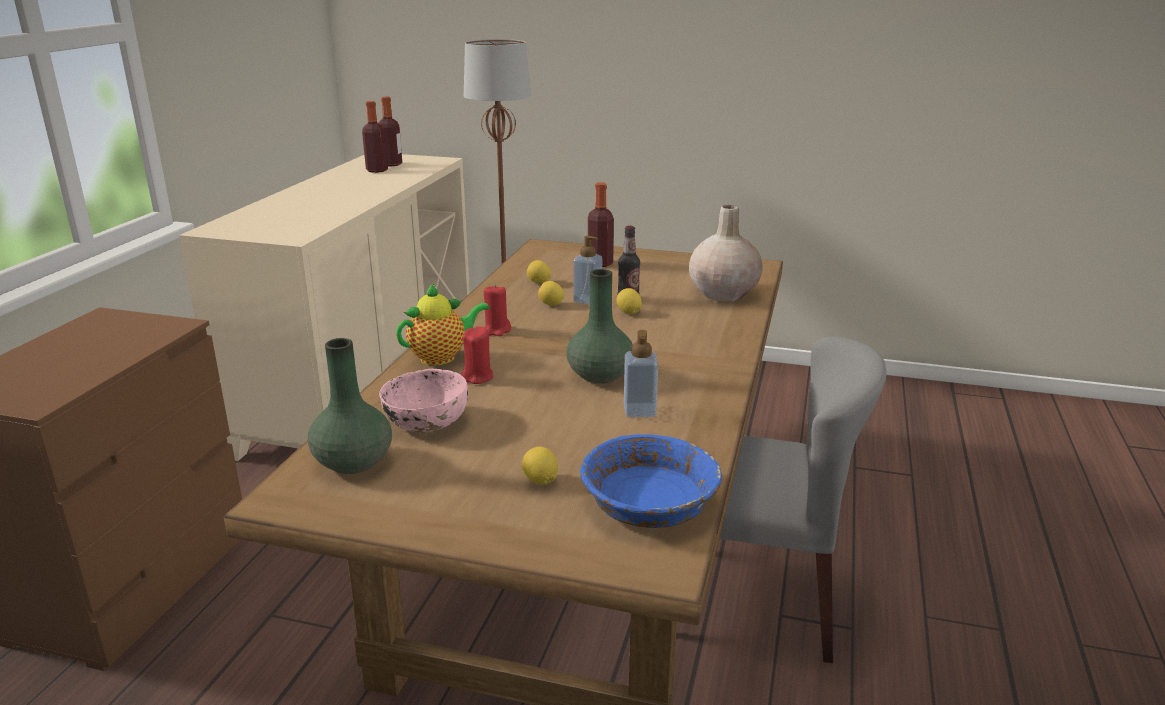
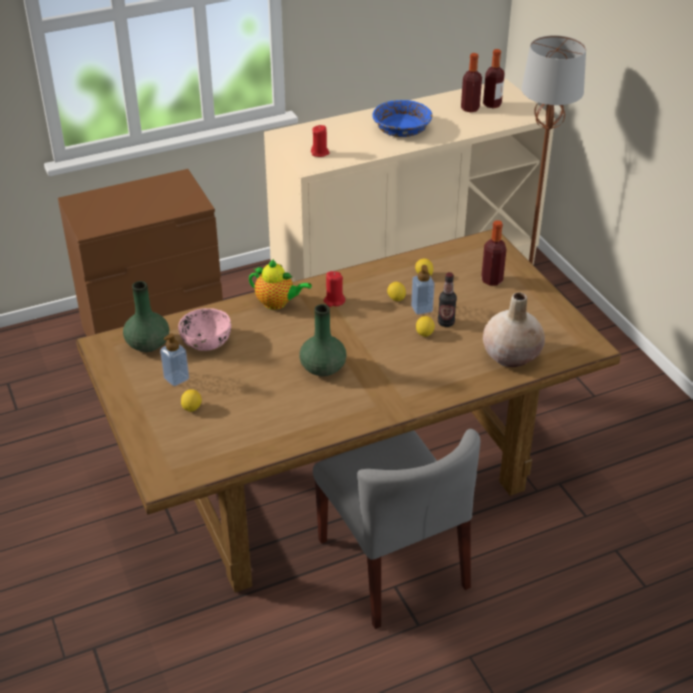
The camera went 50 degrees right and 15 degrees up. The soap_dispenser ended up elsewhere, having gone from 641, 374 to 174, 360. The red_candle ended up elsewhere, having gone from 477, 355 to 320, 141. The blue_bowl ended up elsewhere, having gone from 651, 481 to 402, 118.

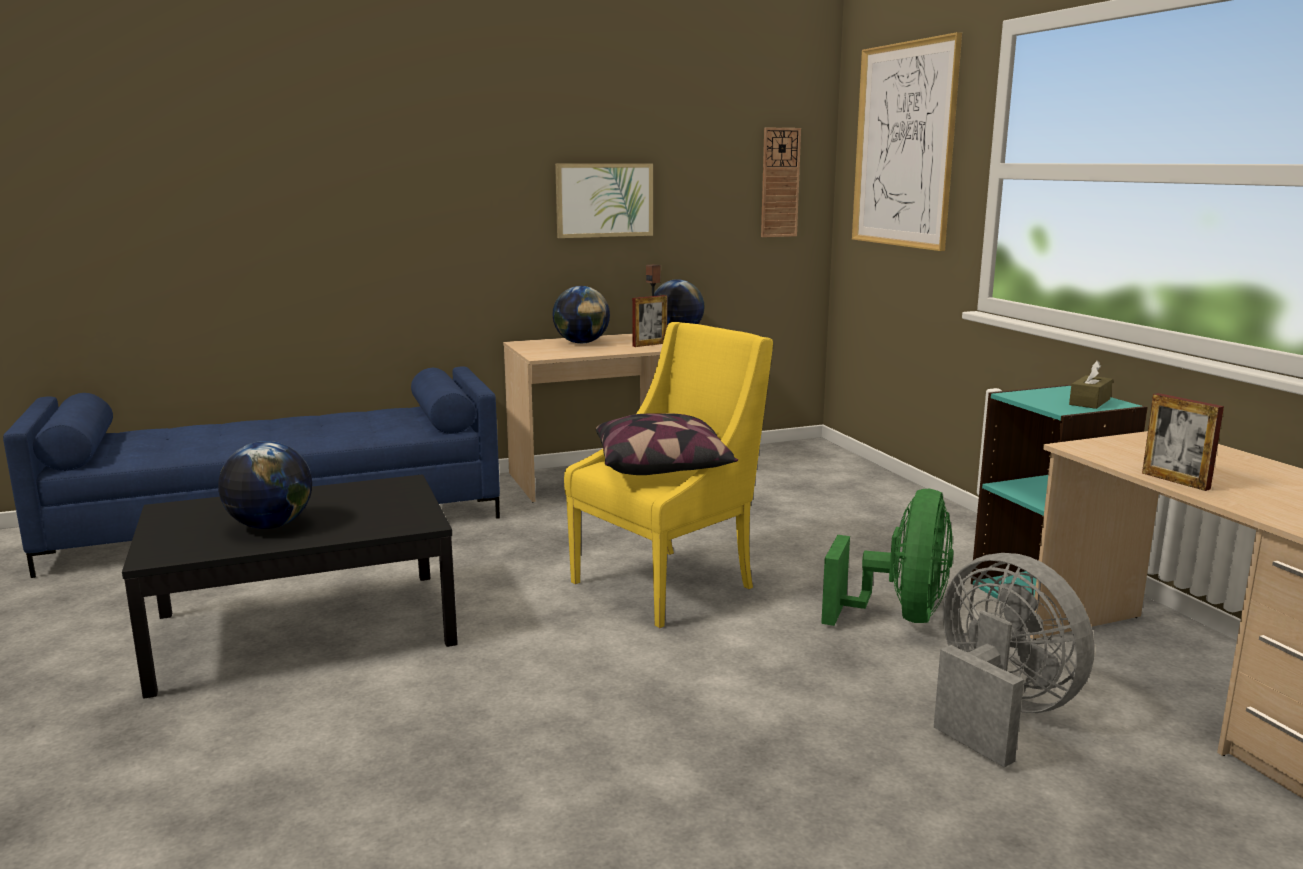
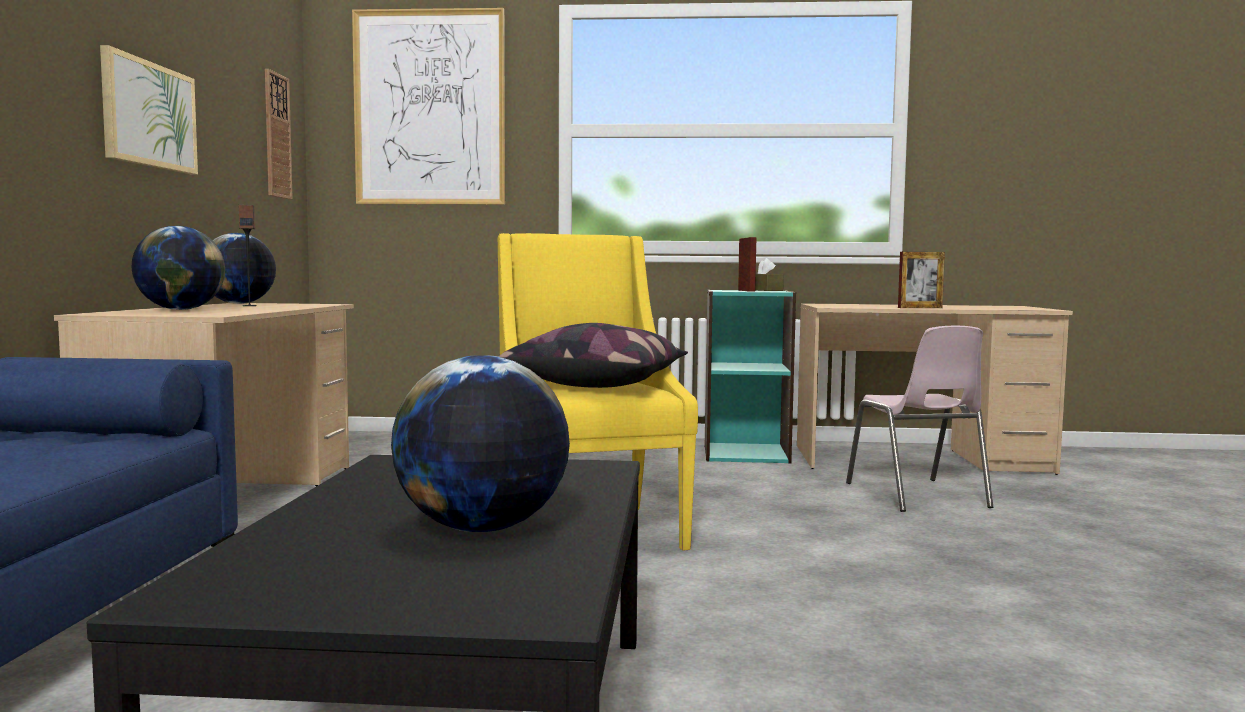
The camera went 65 degrees left and 10 degrees down. The picture_frame ended up elsewhere, having gone from 649, 321 to 747, 264. Where the grey_fan stood at 1014, 660, the pink_chair came to stand at 919, 419. The second view lost the green_fan at 887, 557.

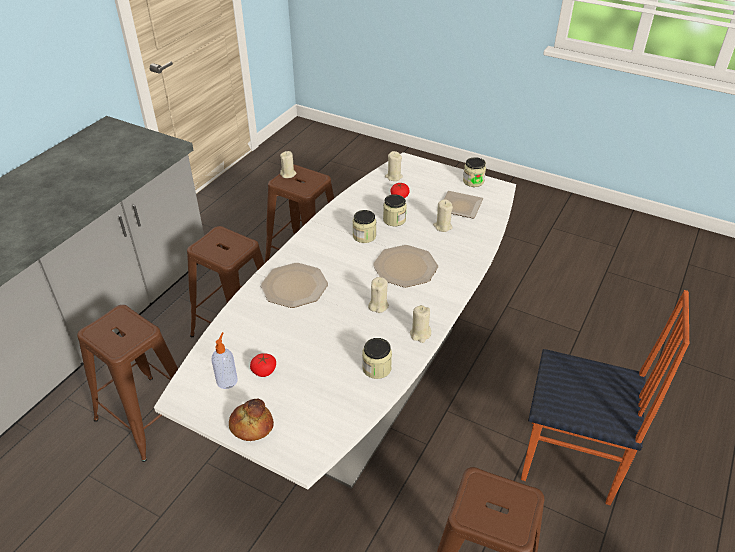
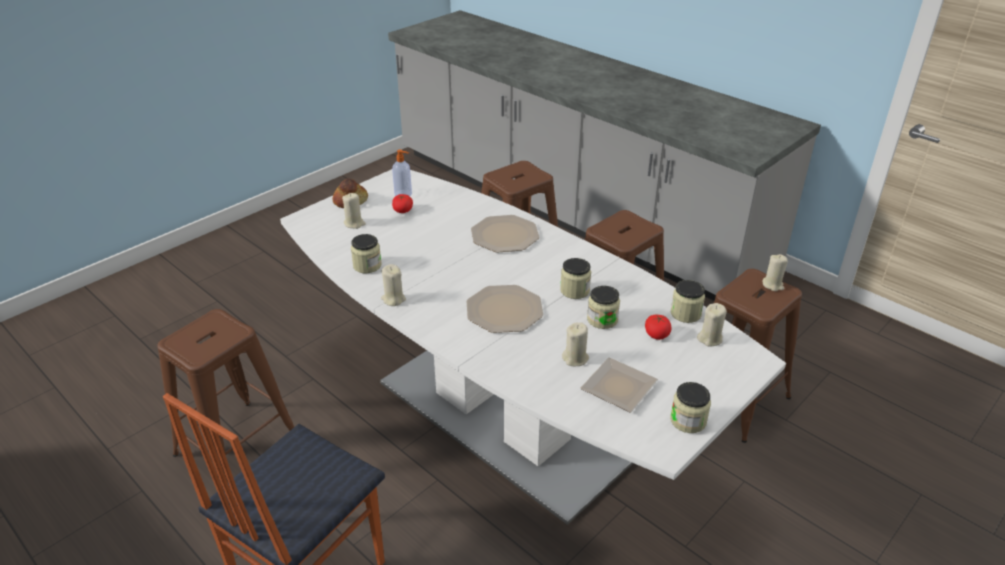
The camera went 105 degrees right and 5 degrees down. The beige_candle ended up elsewhere, having gone from 378, 295 to 354, 211. The second view gained the jar at 688, 301.

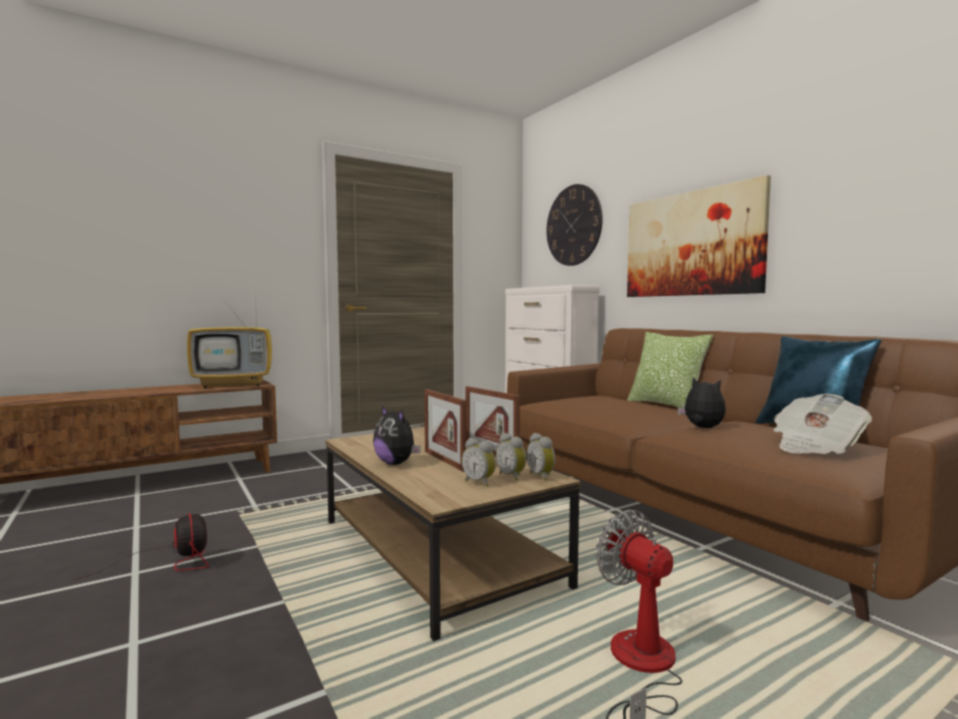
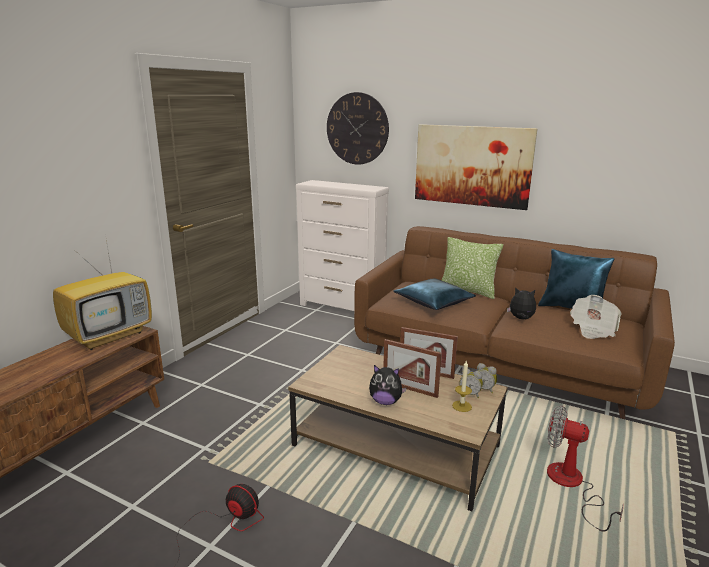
The camera went 30 degrees left and 15 degrees up. The second view gained the blue_pillow at 434, 294. Where the alarm_clock stood at 479, 462, the candle came to stand at 462, 386.

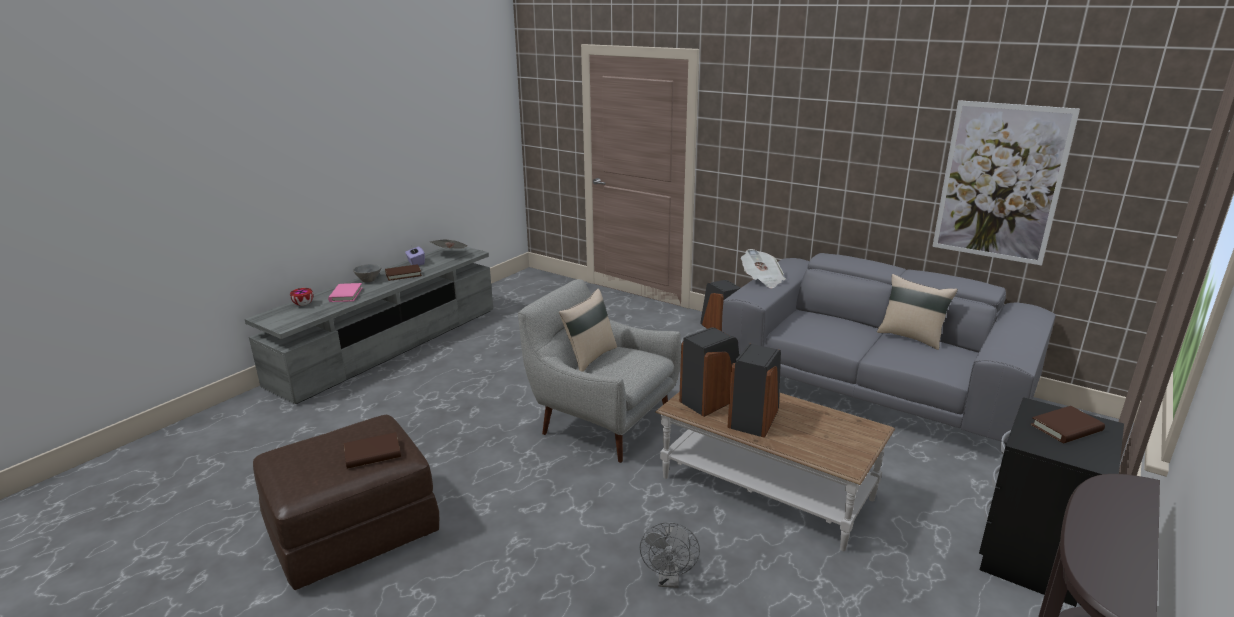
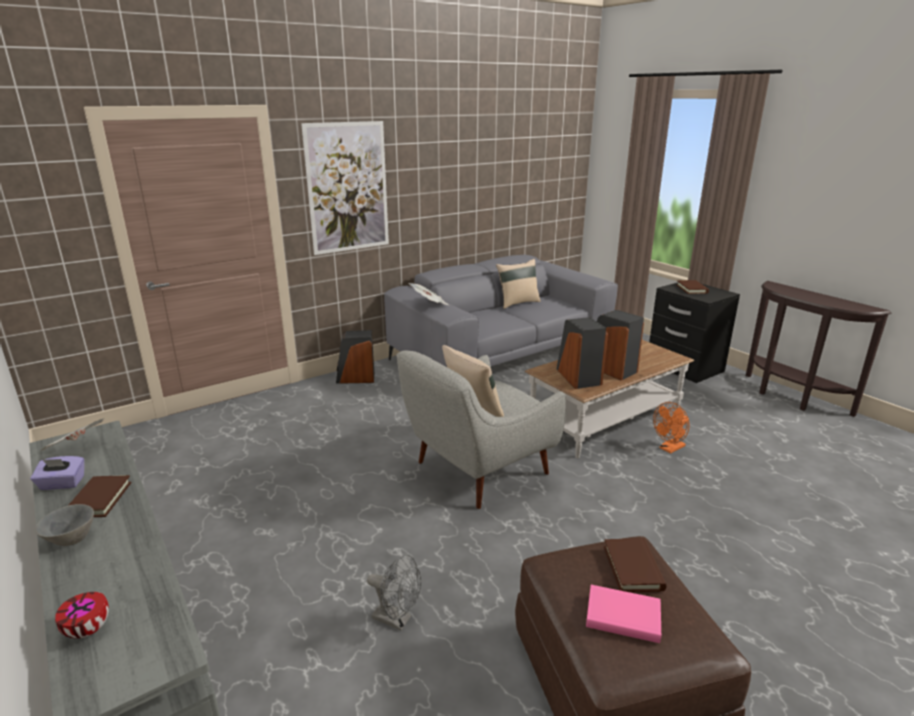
The camera went 70 degrees left and 0 degrees up. The picture ended up elsewhere, having gone from 1006, 183 to 345, 188. The grey_fan ended up elsewhere, having gone from 670, 555 to 394, 593. The pink_book ended up elsewhere, having gone from 345, 292 to 623, 614. The second view gained the orange_fan at 671, 428.

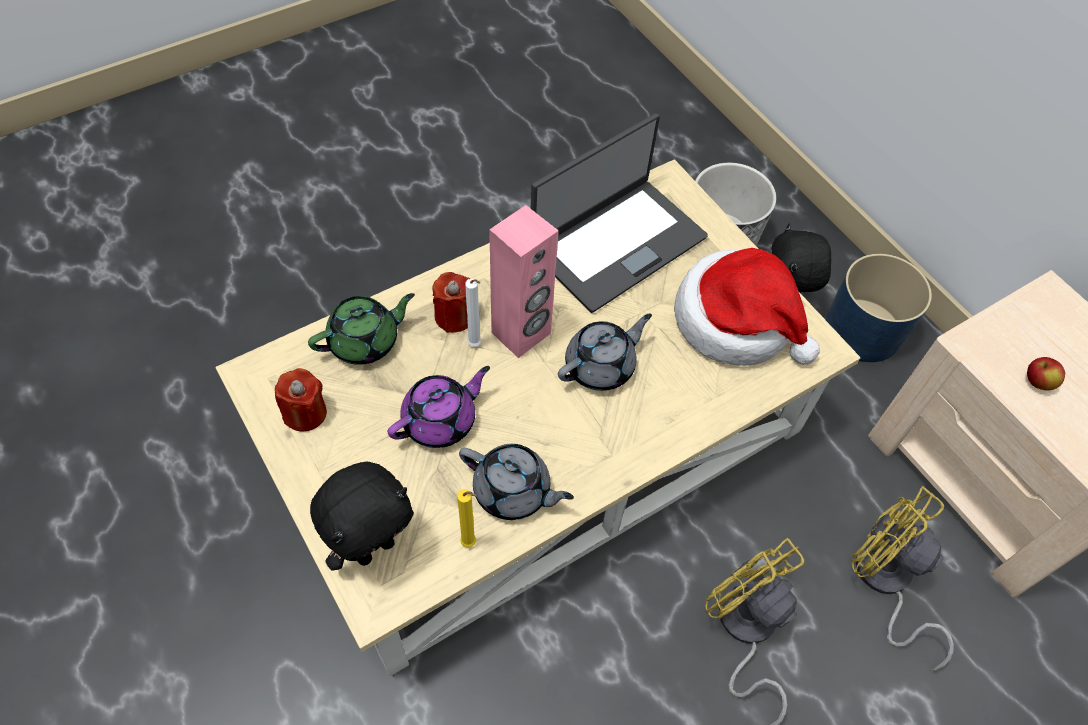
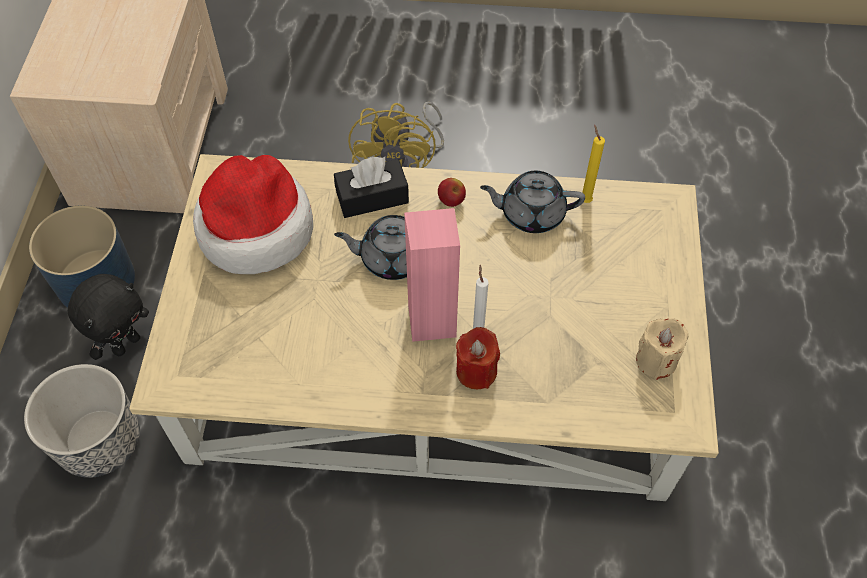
The camera went 140 degrees left and 0 degrees up. The second view gained the black_tissue_box at 371, 187. The apple ended up elsewhere, having gone from 1046, 374 to 452, 192. The grey_teapot at 516, 482 ended up facing another way, 60 degrees counterclockwise from before. What was the red_candle at 301, 399 turned into the beige_candle at 662, 349. The second view lost the green_teapot at 361, 329. The second view lost the black_plush_toy at 362, 516. The second view lost the purple_teapot at 439, 407. The second view lost the laptop at 619, 213. The second view lost the yellow_fan at 903, 578.

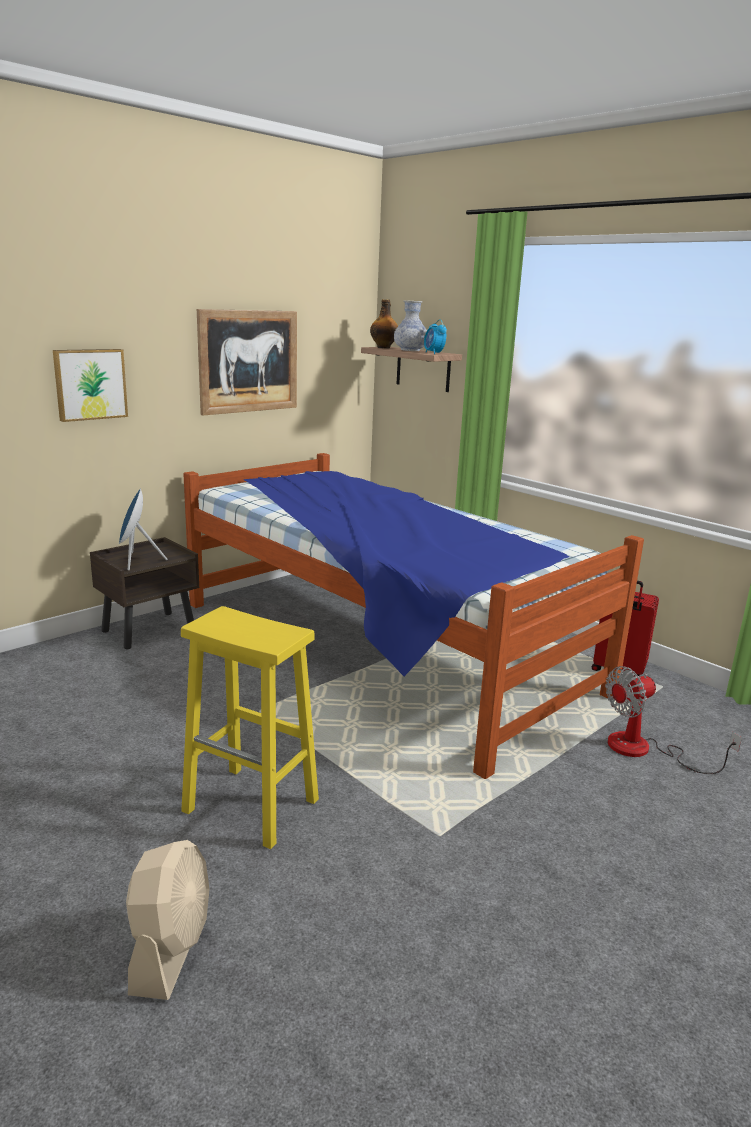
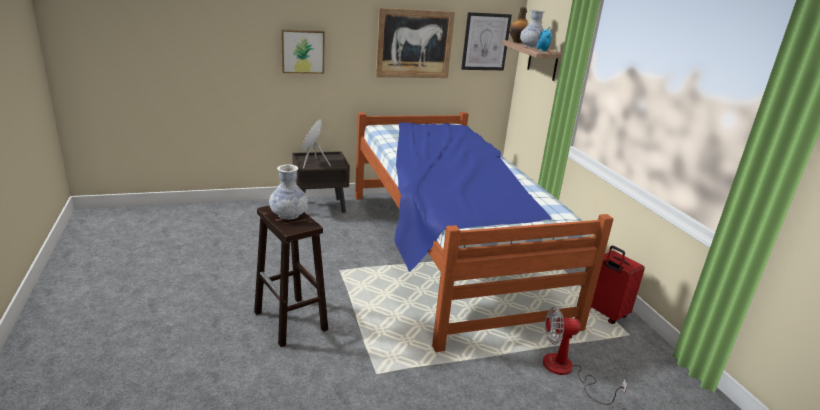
The camera went 25 degrees right and 5 degrees up. What was the yellow_stool at 250, 727 turned into the brown_stool at 291, 276. The second view gained the vase at 288, 192. The second view gained the picture at 486, 41. The second view lost the beige_fan at 168, 920.

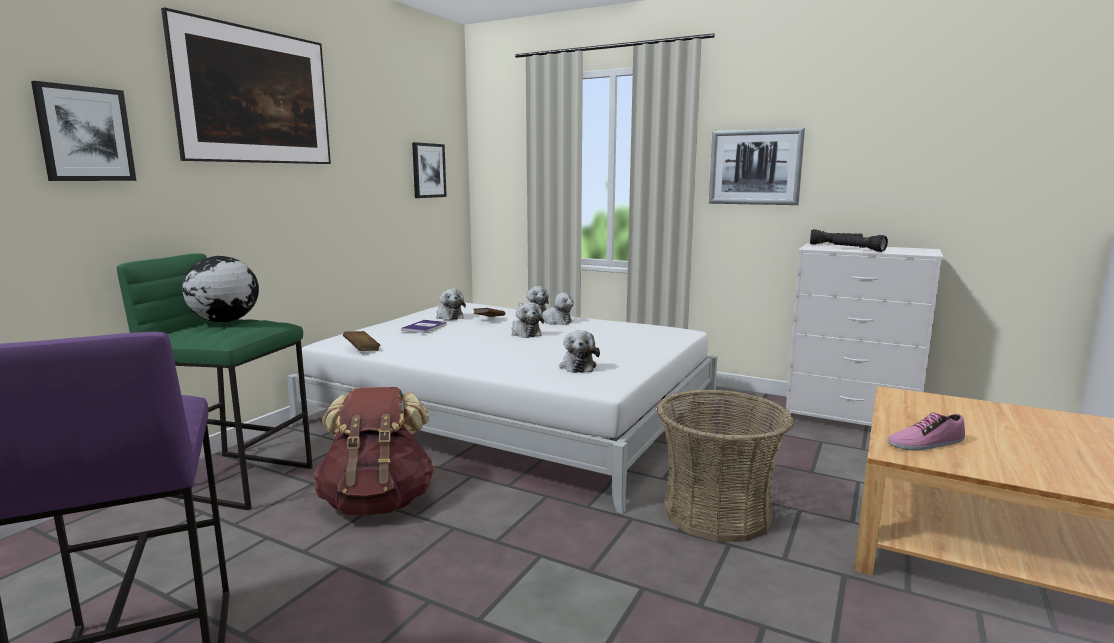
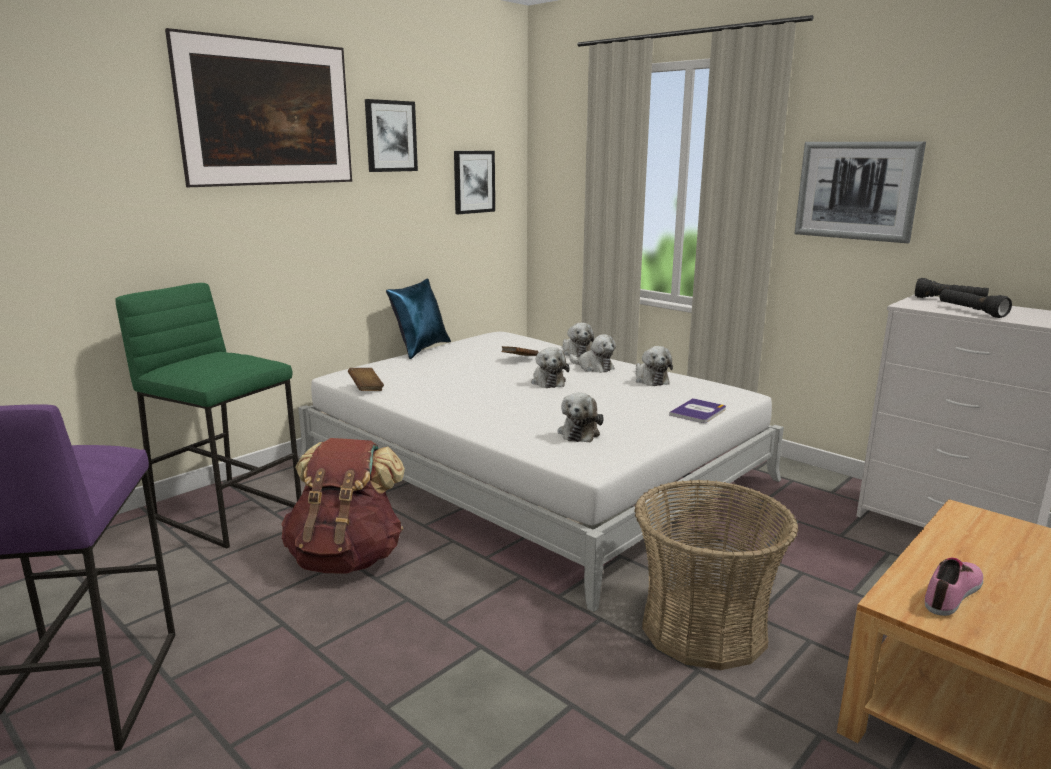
The camera went 15 degrees right and 5 degrees up. The picture ended up elsewhere, having gone from 83, 131 to 391, 135. The second view gained the blue_pillow at 418, 318. The plush_toy ended up elsewhere, having gone from 451, 304 to 654, 366. The book ended up elsewhere, having gone from 424, 326 to 697, 410. The shoe at 926, 431 ended up facing another way, 135 degrees clockwise from before. The second view lost the globe at 220, 289.

